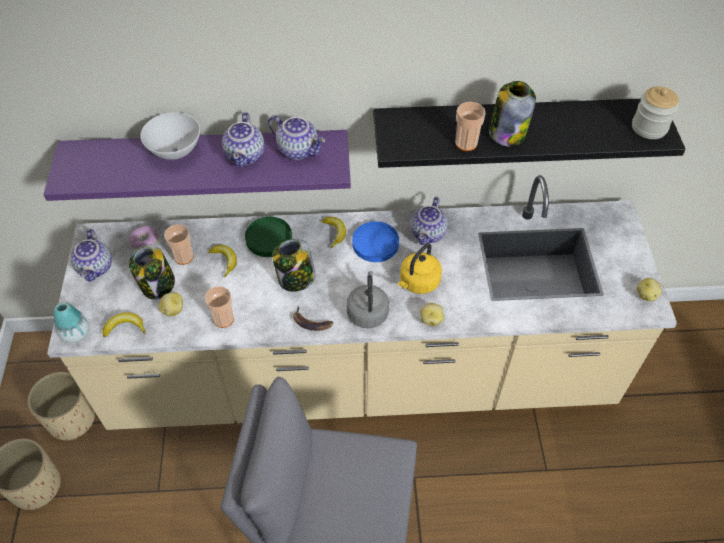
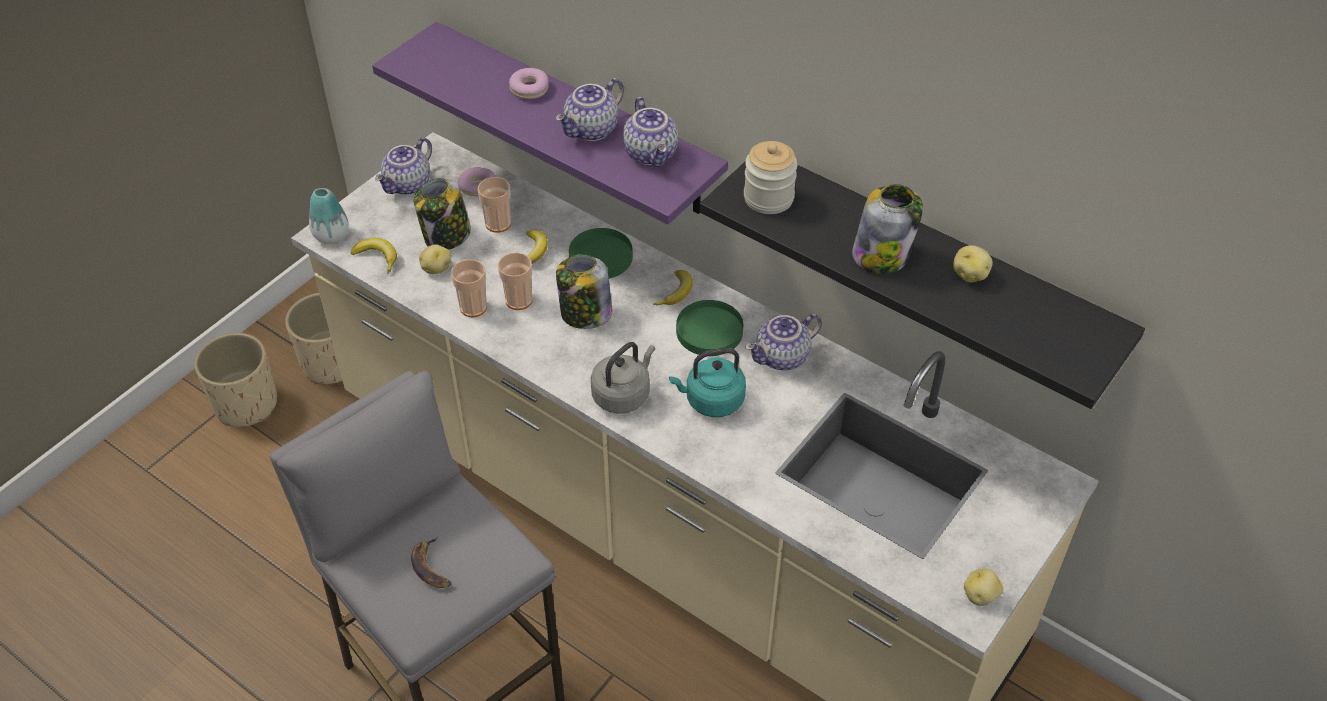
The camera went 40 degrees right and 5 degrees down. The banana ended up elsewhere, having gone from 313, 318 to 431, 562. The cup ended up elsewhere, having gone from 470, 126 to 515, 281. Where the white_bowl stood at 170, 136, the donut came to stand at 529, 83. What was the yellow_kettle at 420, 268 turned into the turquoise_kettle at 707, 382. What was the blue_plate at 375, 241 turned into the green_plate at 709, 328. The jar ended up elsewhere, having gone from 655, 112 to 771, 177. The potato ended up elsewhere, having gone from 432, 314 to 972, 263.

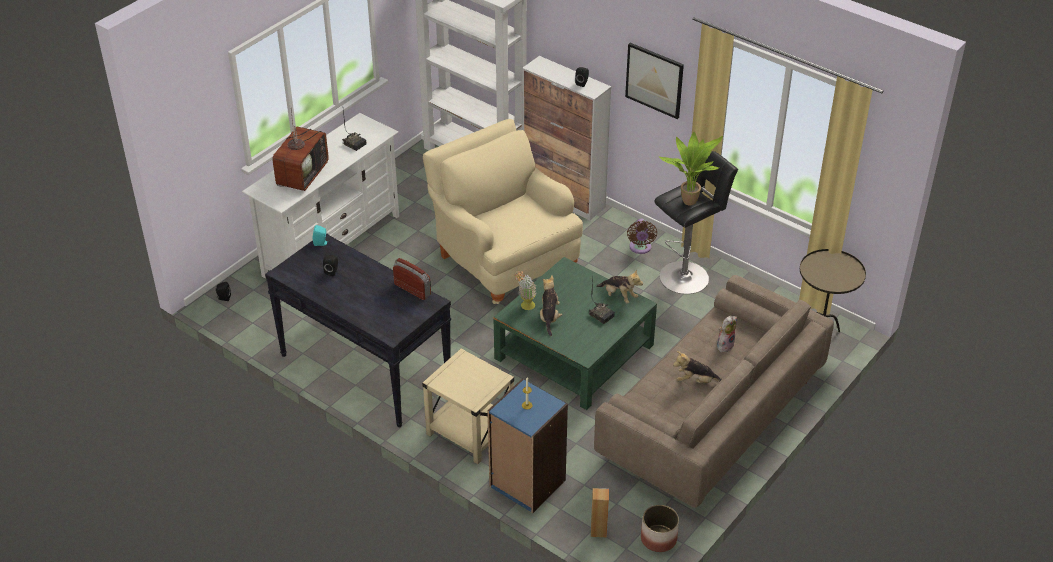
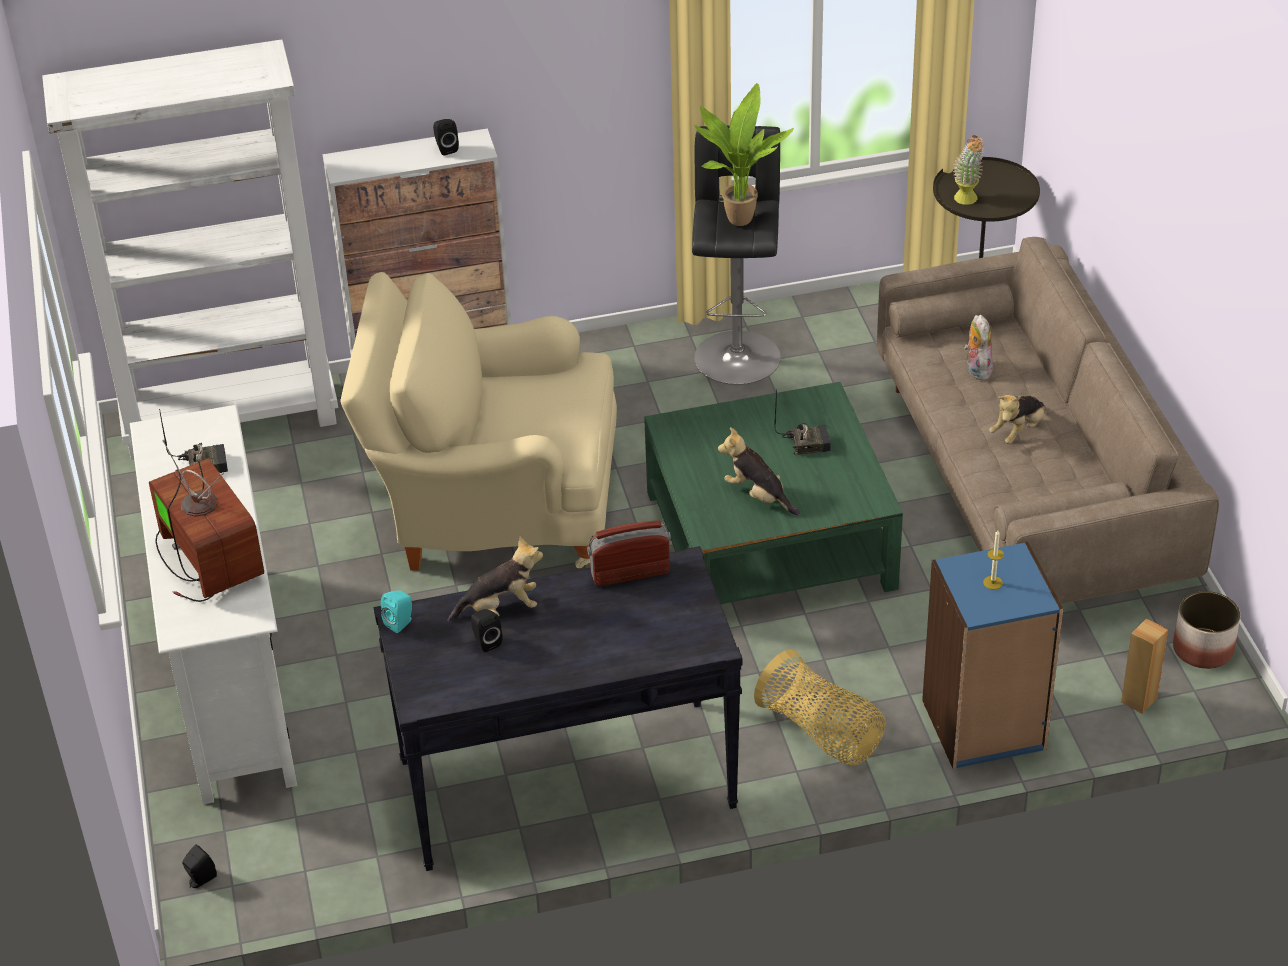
The camera went 50 degrees left and 0 degrees up. The plush_toy ended up elsewhere, having gone from 619, 286 to 495, 579. Where the beige_side_table stood at 468, 406, the basket came to stand at 820, 707. The potted_plant ended up elsewhere, having gone from 525, 290 to 968, 170. The second view lost the picture at 654, 81. The second view lost the brown_fan at 642, 236.

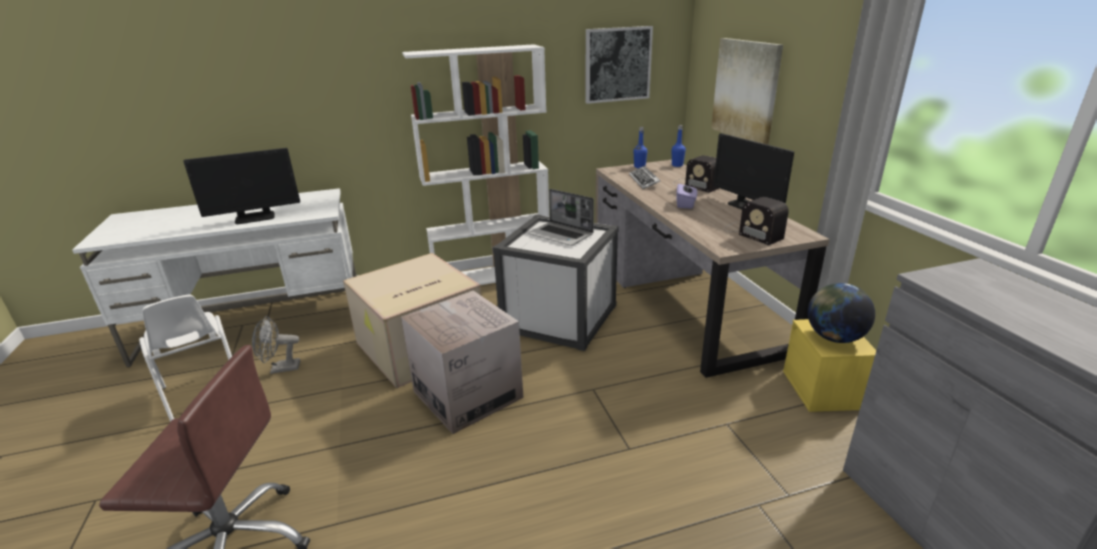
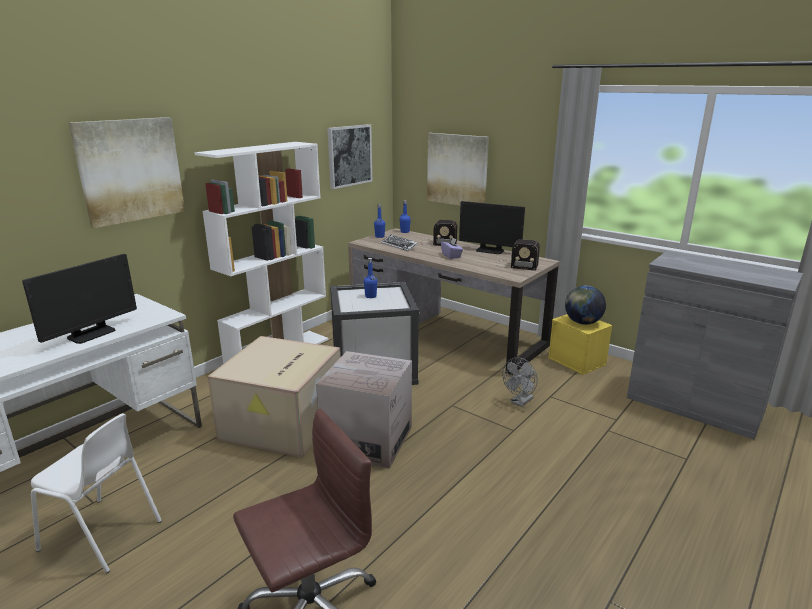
The camera went 35 degrees left and 5 degrees down. The second view gained the picture at 127, 172. Where the laptop stood at 561, 217, the blue_bottle came to stand at 370, 278. The grey_fan ended up elsewhere, having gone from 276, 345 to 520, 382.

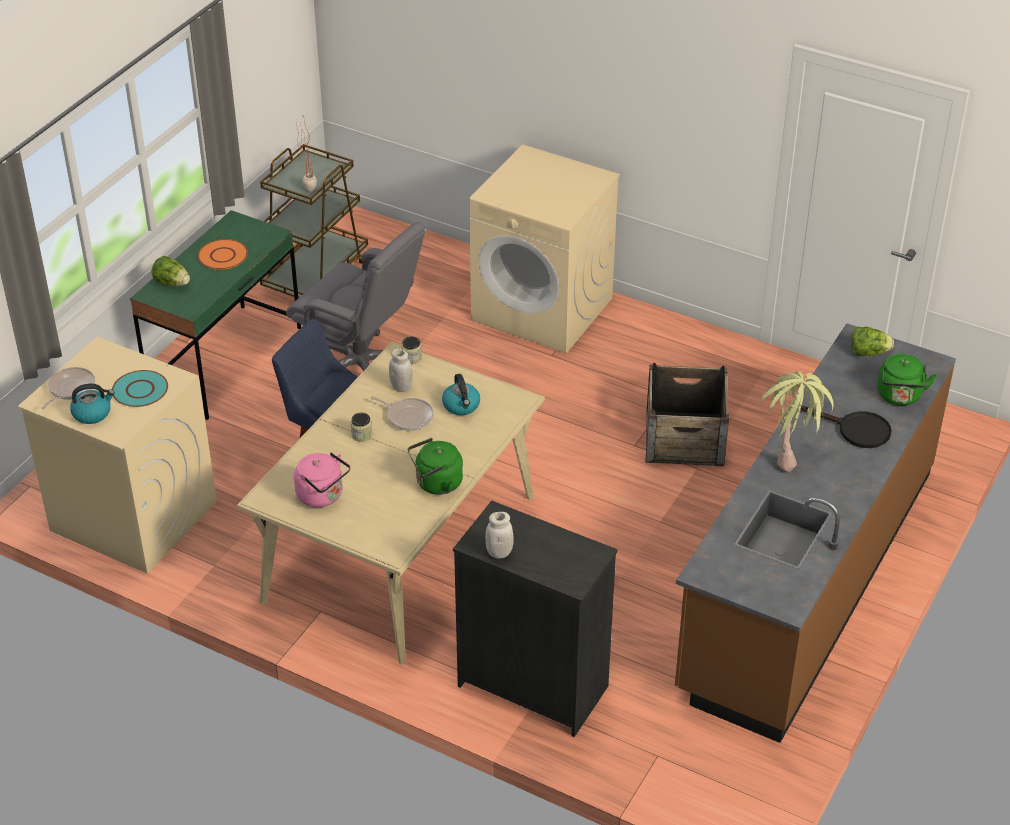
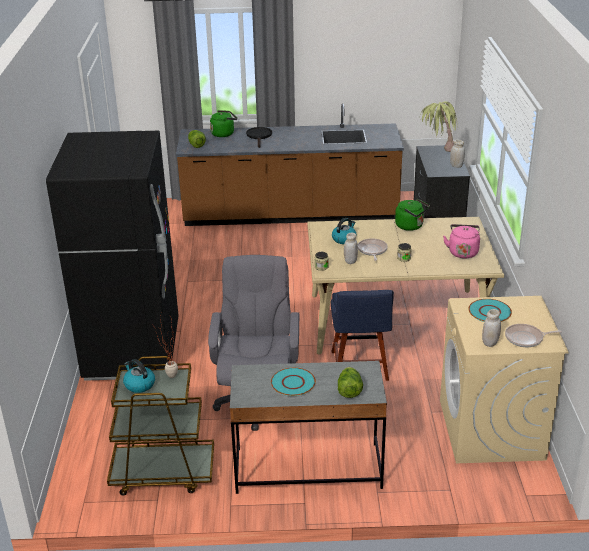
The camera went 120 degrees left and 10 degrees down. Where the beige_washing_machine stood at 544, 248, the black_fridge came to stand at 112, 256. The kettle ended up elsewhere, having gone from 92, 403 to 139, 376. What was the green_desk at 215, 315 turned into the grey_desk at 308, 427. What was the orange_plate at 223, 254 turned into the turquoise_plate at 293, 382. The potted_plant ended up elsewhere, having gone from 796, 421 to 439, 126. The second view gained the white_jar at 491, 328. The second view lost the crate at 687, 414.

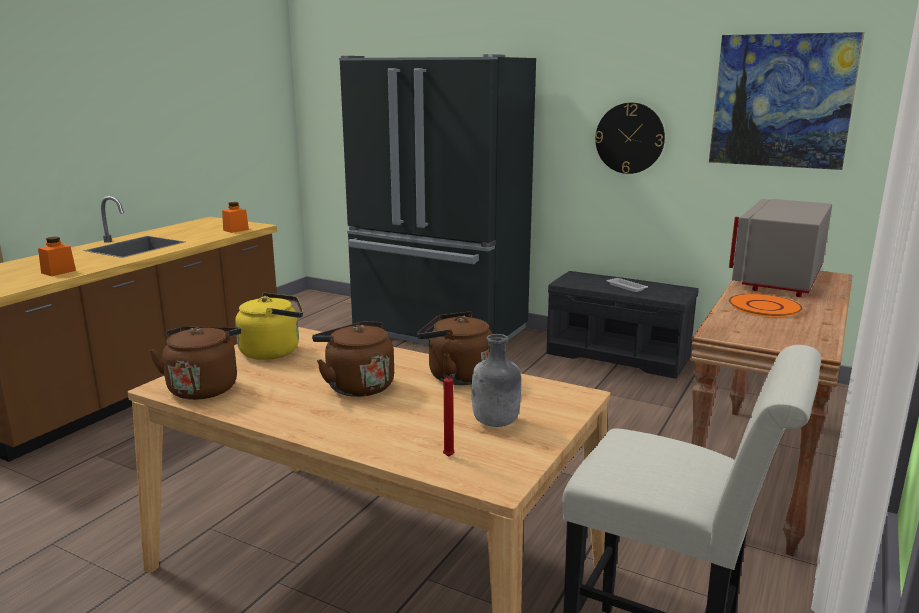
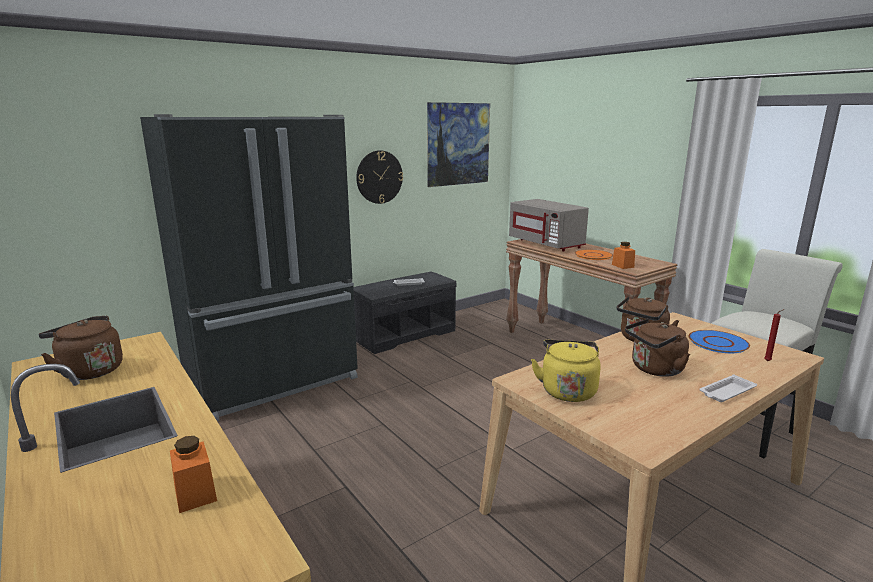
The camera went 65 degrees left and 0 degrees up. The brown_kettle ended up elsewhere, having gone from 195, 363 to 81, 348. The orange_jar ended up elsewhere, having gone from 235, 217 to 623, 255. Where the grey_bottle stood at 496, 380, the blue_plate came to stand at 719, 341. The second view gained the white_tray at 728, 388.

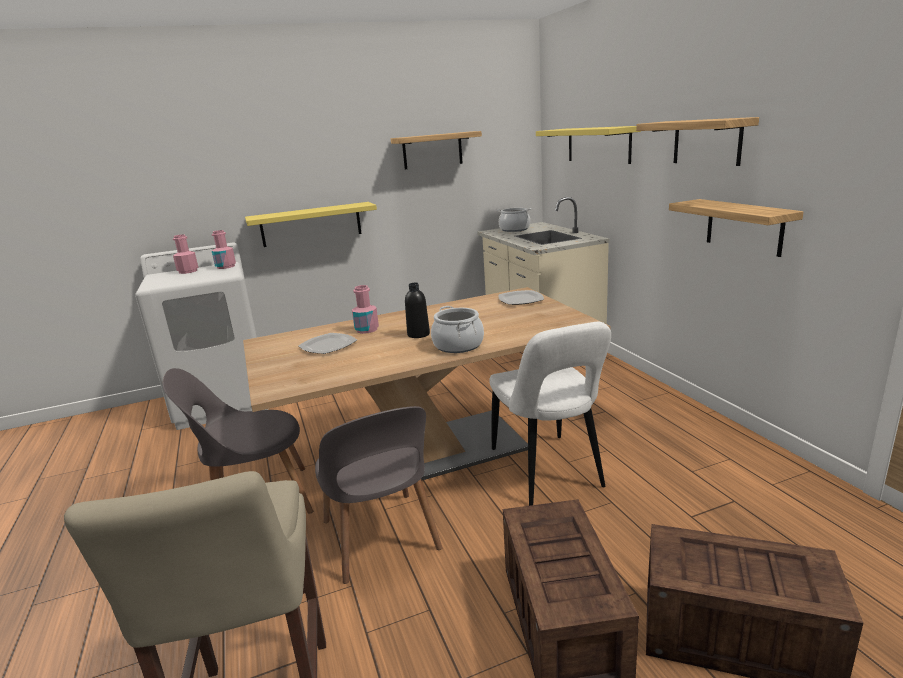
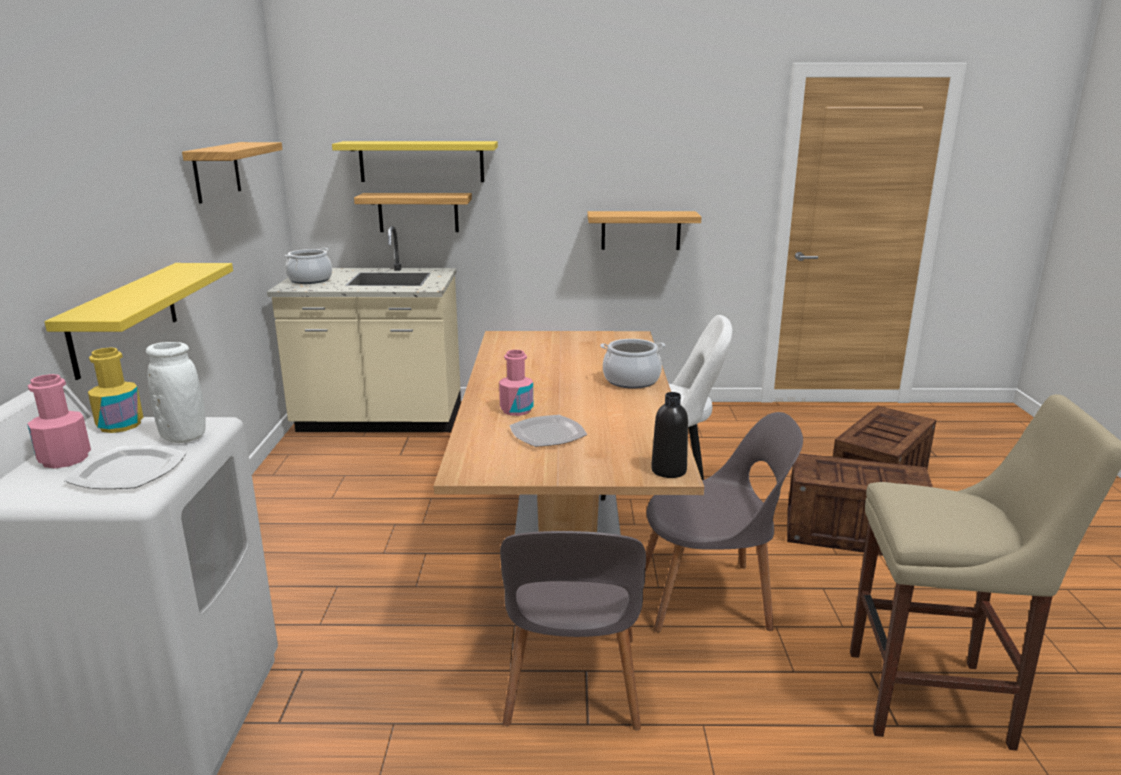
The camera went 70 degrees left and 0 degrees up. The plate ended up elsewhere, having gone from 521, 297 to 125, 467. What was the pink_bottle at 224, 249 turned into the yellow_bottle at 116, 390. The second view gained the white_vase at 176, 392. The shelf ended up elsewhere, having gone from 697, 141 to 413, 212. The black_bottle ended up elsewhere, having gone from 417, 310 to 669, 435.

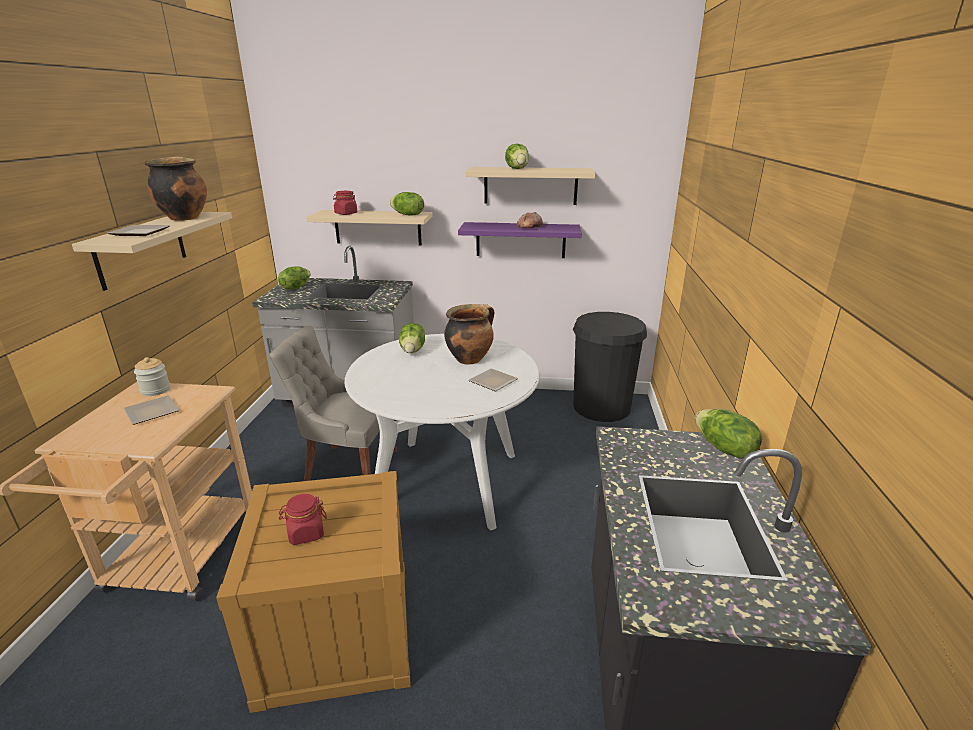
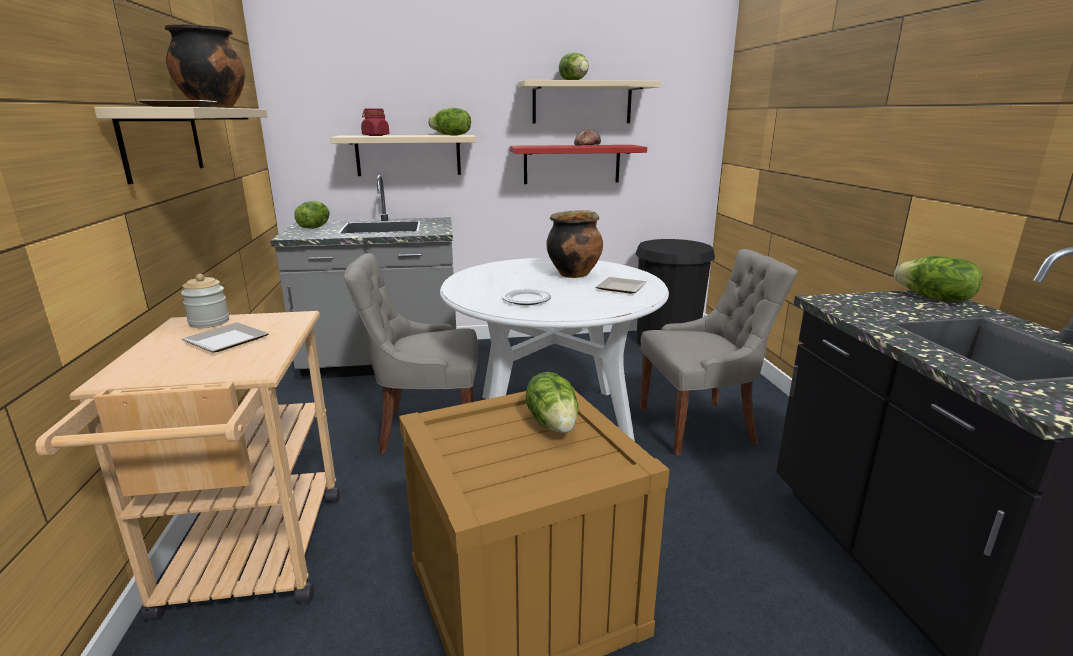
The camera went 15 degrees left and 5 degrees down. The second view gained the plate at 526, 297. What was the purple_shelf at 520, 240 turned into the red_shelf at 578, 164. The lettuce ended up elsewhere, having gone from 412, 338 to 552, 402. The second view gained the grey_chair at 718, 352. The second view lost the red_jar at 303, 519.

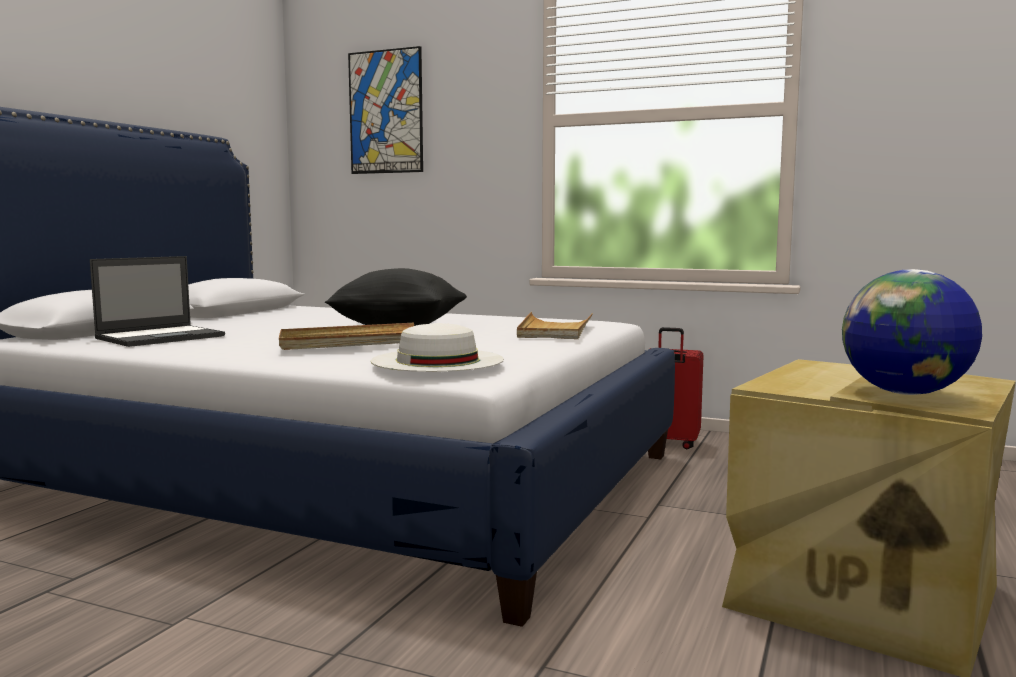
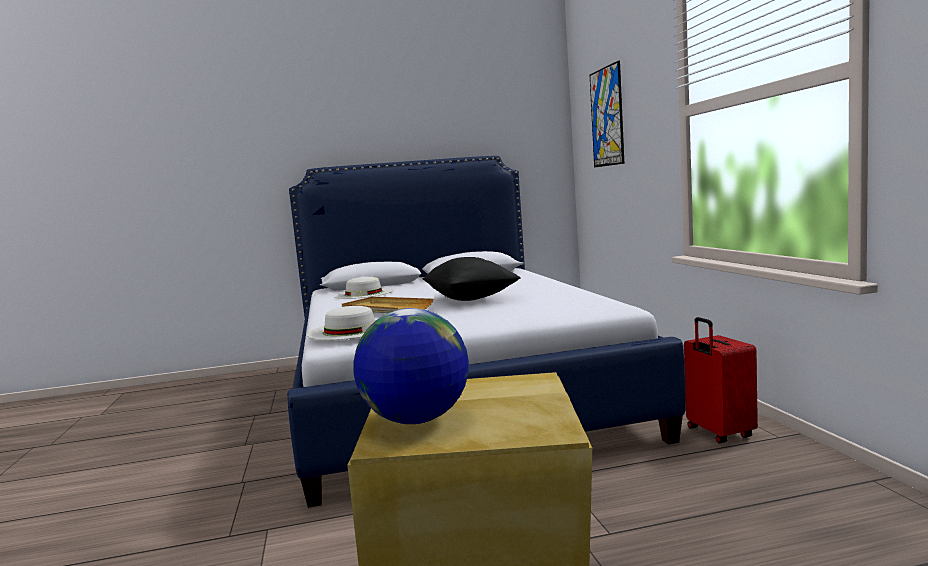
The camera went 55 degrees right and 0 degrees up. Where the laptop stood at 157, 301, the white_hat came to stand at 363, 288. The second view lost the beige_tray at 555, 325.

